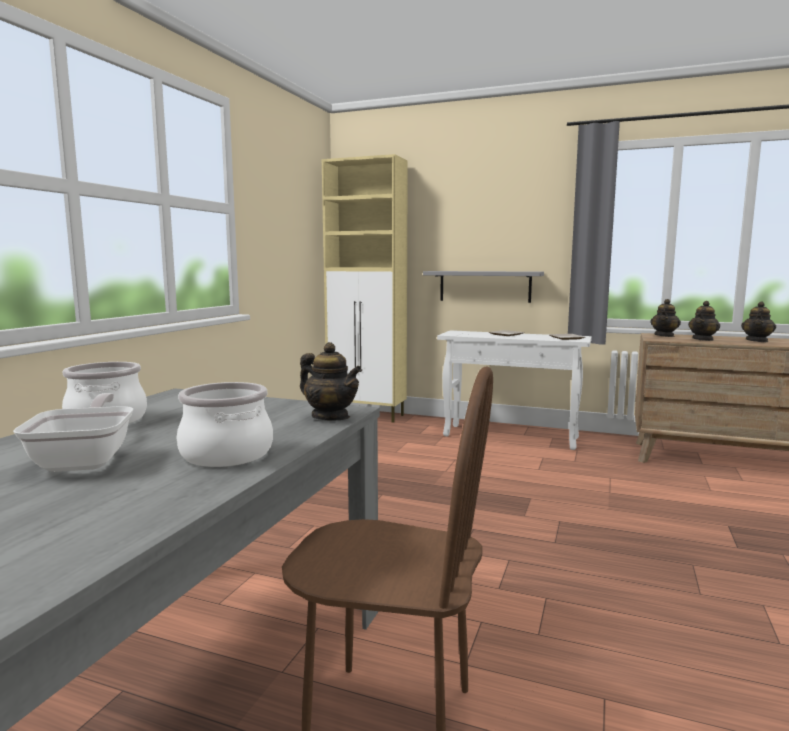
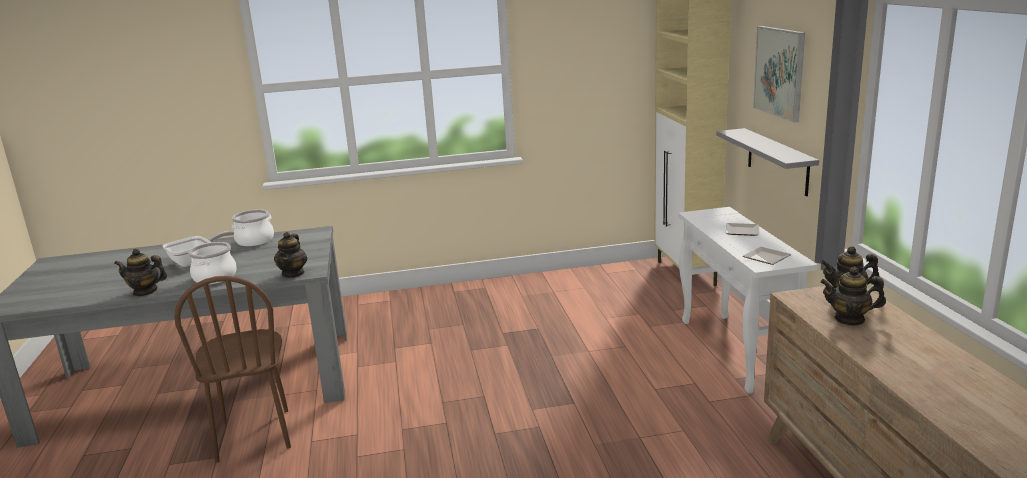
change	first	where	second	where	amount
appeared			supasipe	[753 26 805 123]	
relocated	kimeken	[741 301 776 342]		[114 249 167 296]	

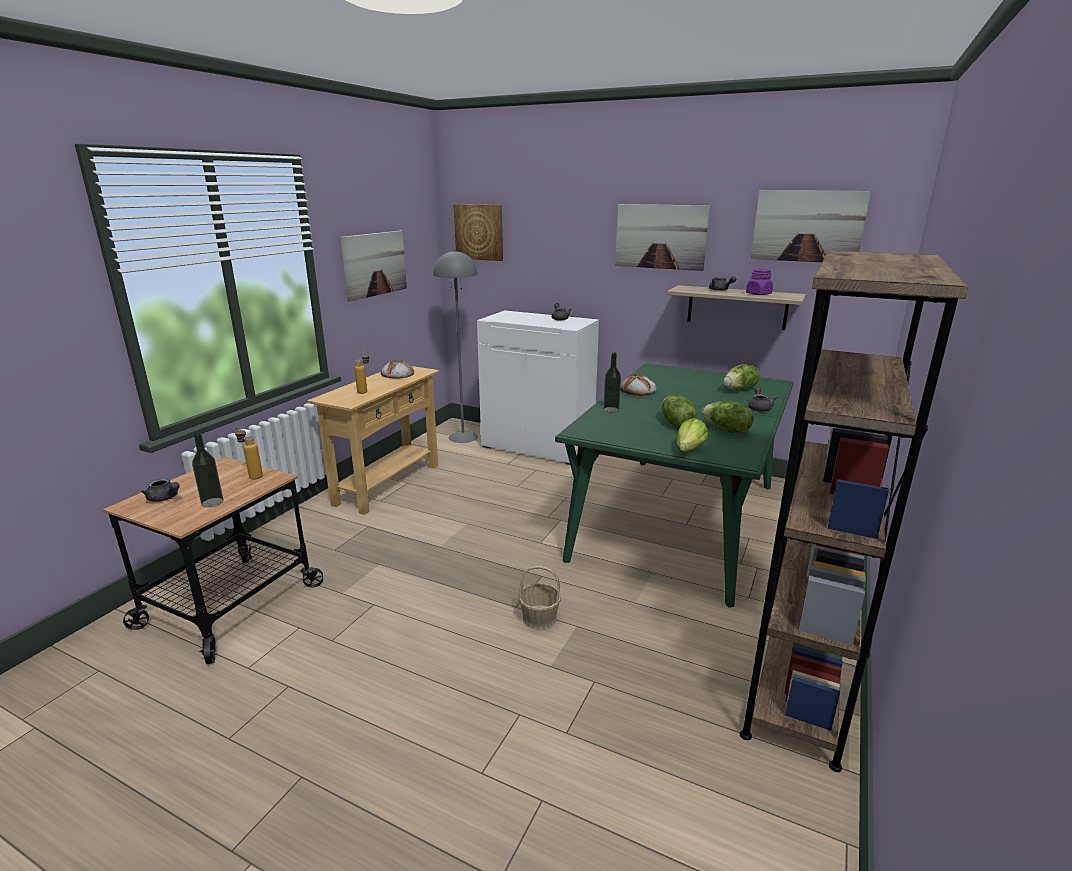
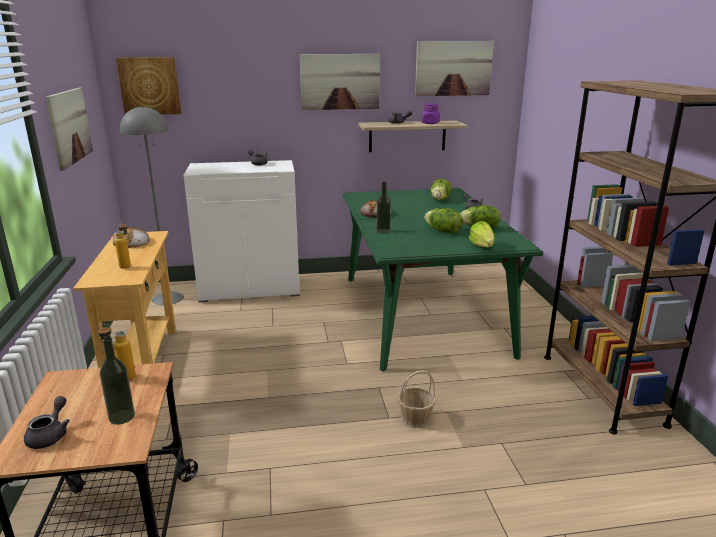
change	first	where	second	where	amount
spun	grey_kimeken	[142 478 180 502]		[24 396 70 449]	75 degrees counterclockwise

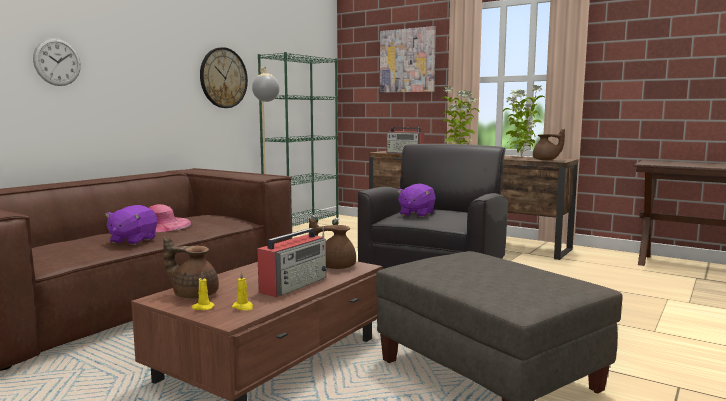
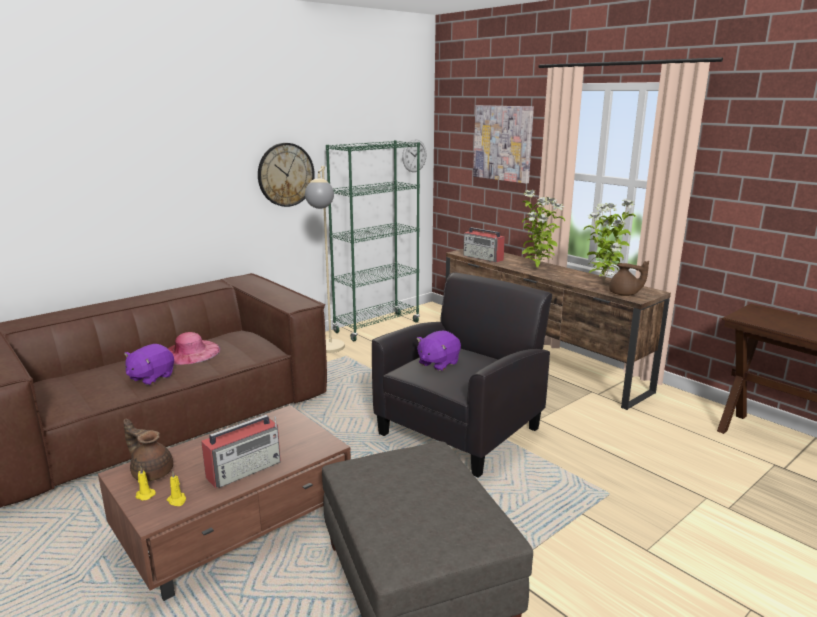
change	first	where	second	where	amount
missing	brown_kimeken	[309 218 356 269]			
relocated	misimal	[33 38 81 86]		[402 139 427 172]	

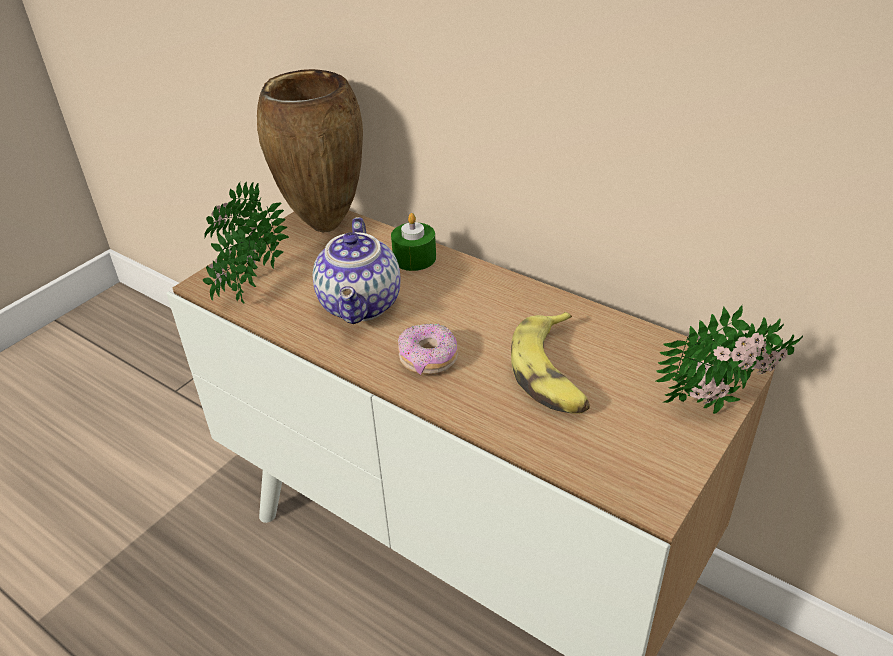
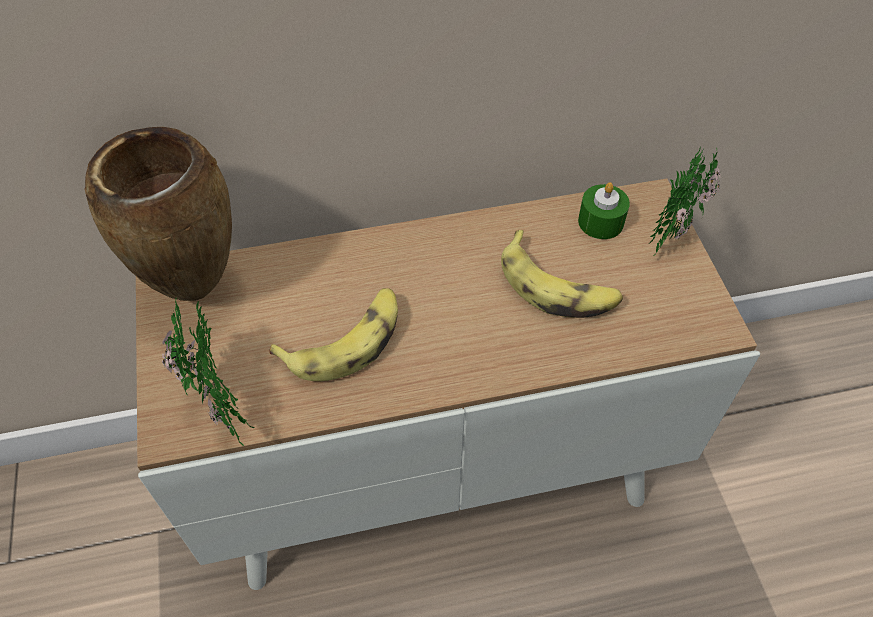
change	first	where	second	where	amount
missing	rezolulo	[398 323 458 375]			
relocated	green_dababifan	[391 213 436 271]		[578 182 630 239]	
exchanged	kimeken	[313 217 400 324]	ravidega	[269 288 398 381]	

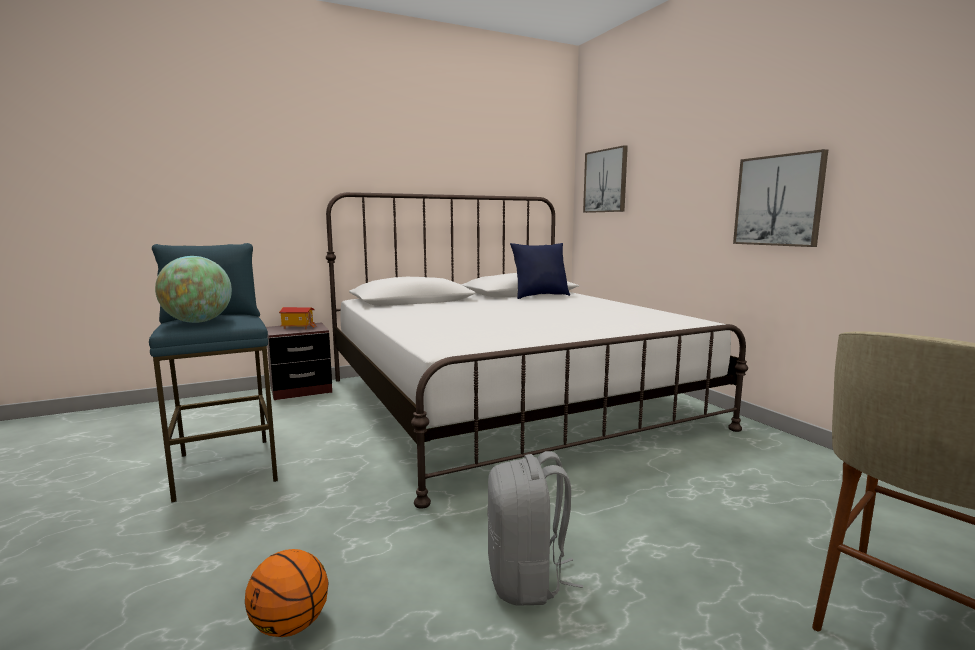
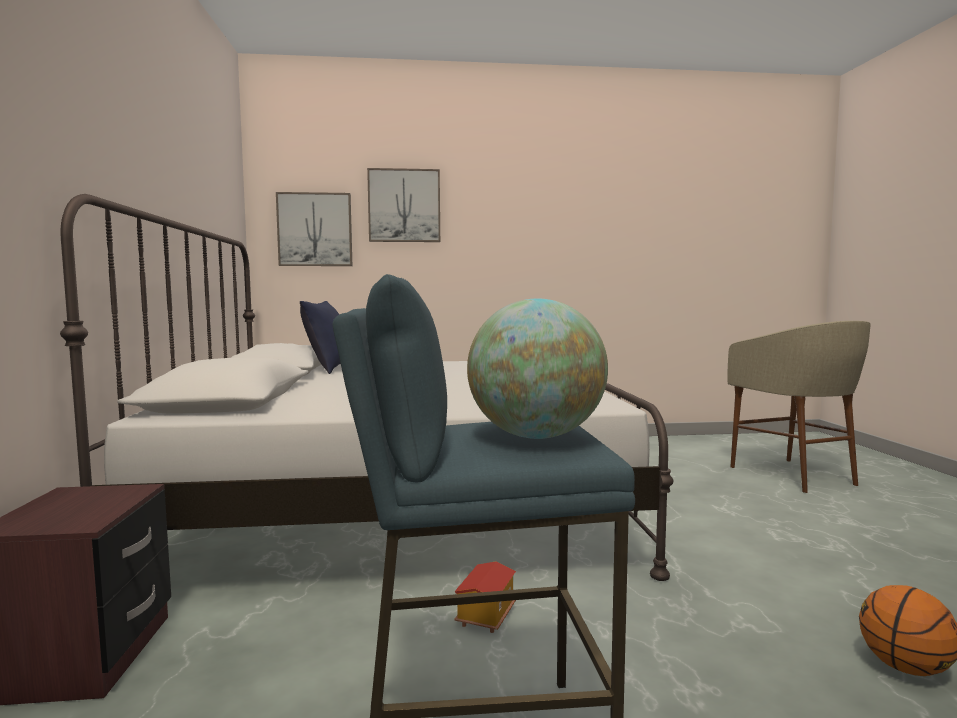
change	first	where	second	where	amount
missing	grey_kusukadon	[487 451 583 606]			
relocated	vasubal	[279 307 316 329]		[454 561 516 633]	
relocated	supasipe	[733 149 828 247]		[367 168 440 242]	

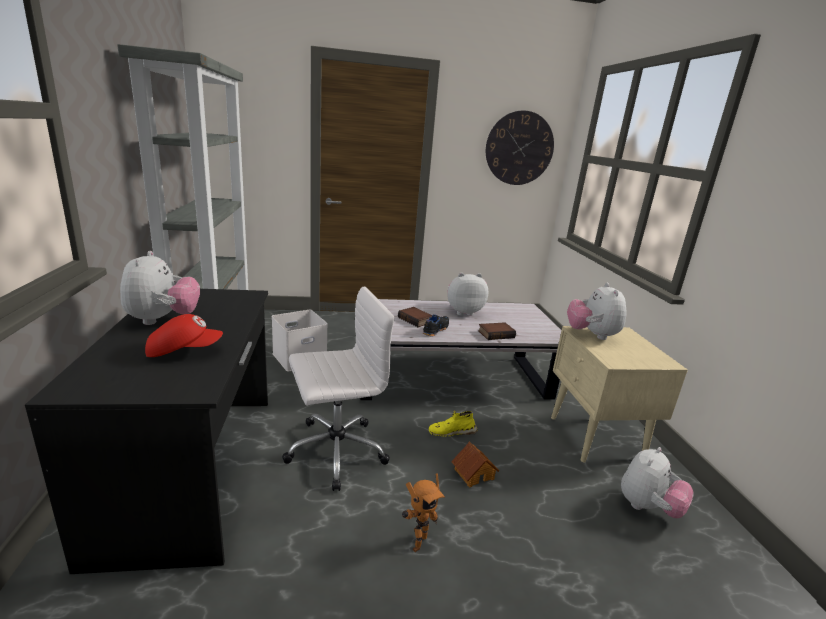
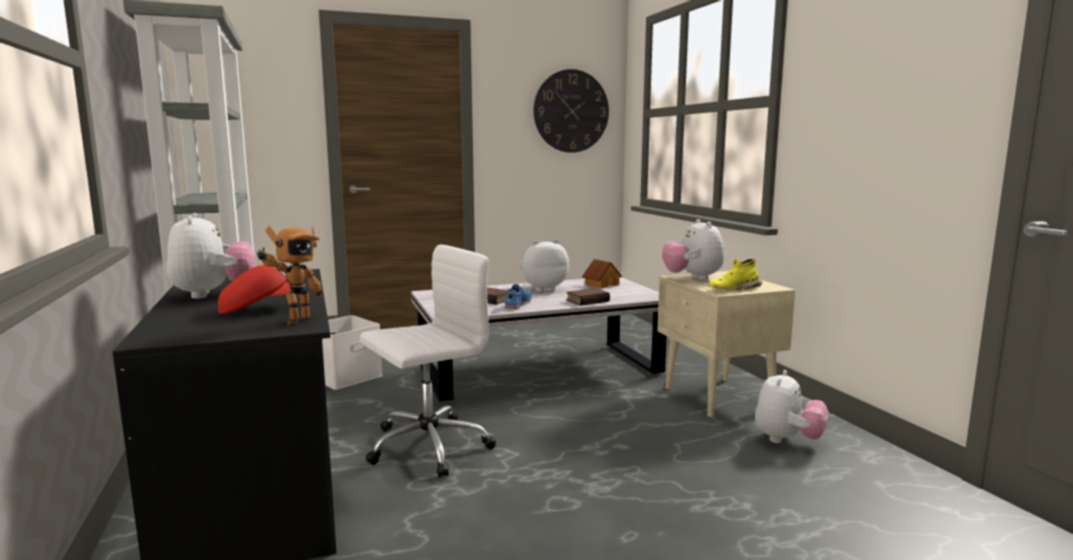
change	first	where	second	where	amount
relocated	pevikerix	[402 473 445 552]		[257 226 323 326]	
relocated	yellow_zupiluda	[429 411 478 436]		[708 258 762 291]	
relocated	vasubal	[451 441 499 487]		[582 259 622 288]	
colour	black_zupiluda	[423 314 449 337]	blue_zupiluda	[505 284 532 309]	

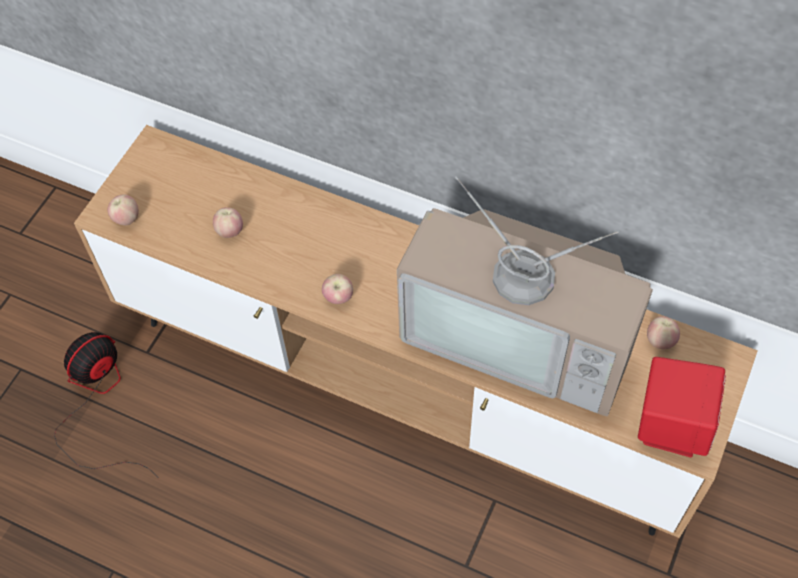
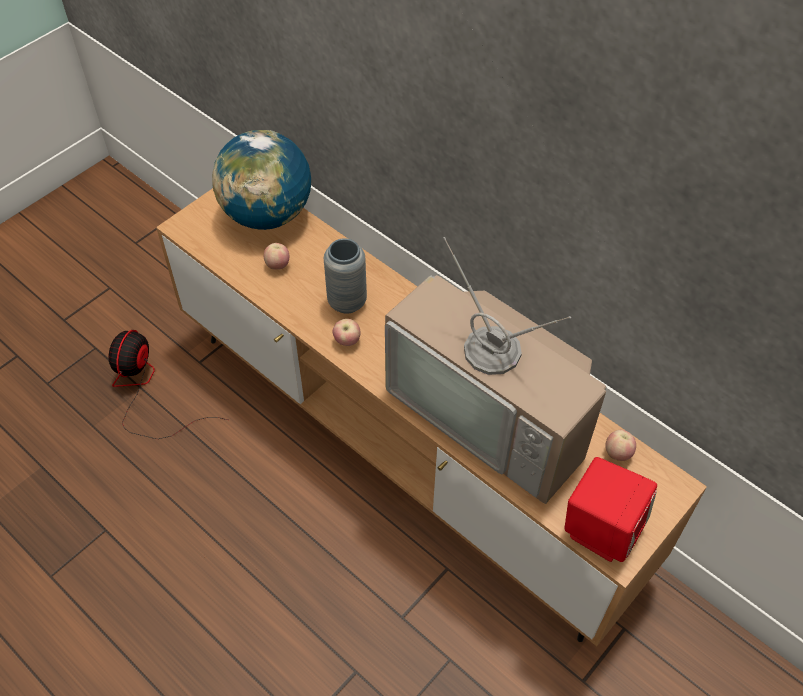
change	first	where	second	where	amount
missing	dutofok	[108 194 139 225]			
appeared			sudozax	[212 130 311 230]	
appeared			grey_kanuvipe	[324 238 367 314]	
spun	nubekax	[54 332 159 478]		[108 330 228 439]	45 degrees counterclockwise

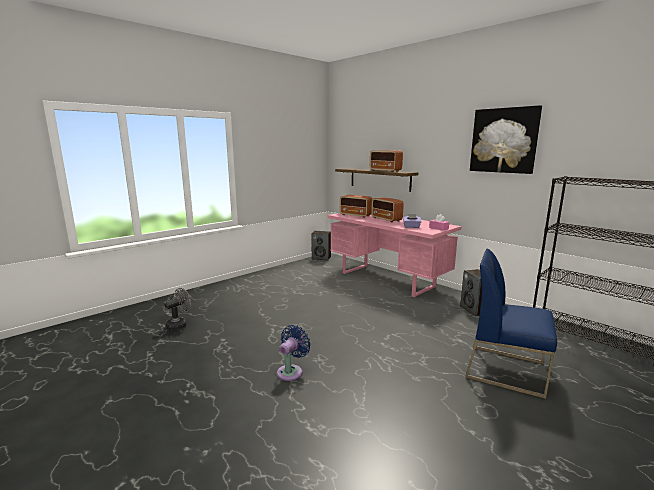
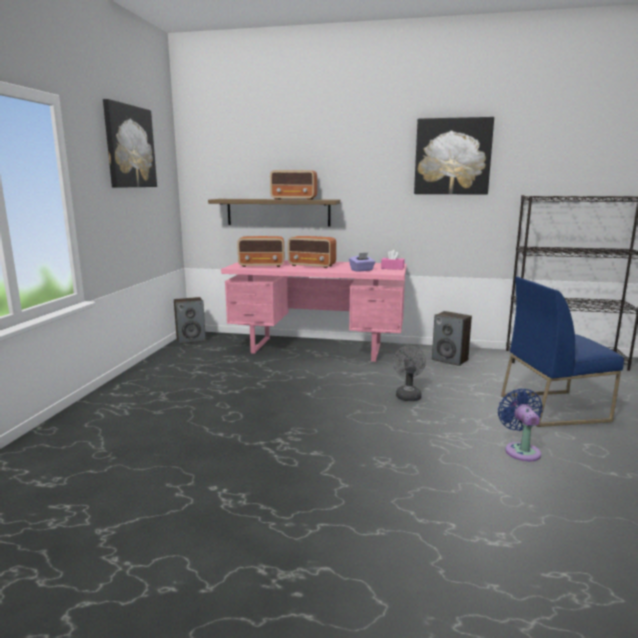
change	first	where	second	where	amount
appeared			supasipe	[103 99 157 188]	
relocated	grey_nubekax	[164 288 191 330]		[392 346 426 401]	
relocated	blue_nubekax	[277 325 311 381]		[498 388 543 462]	

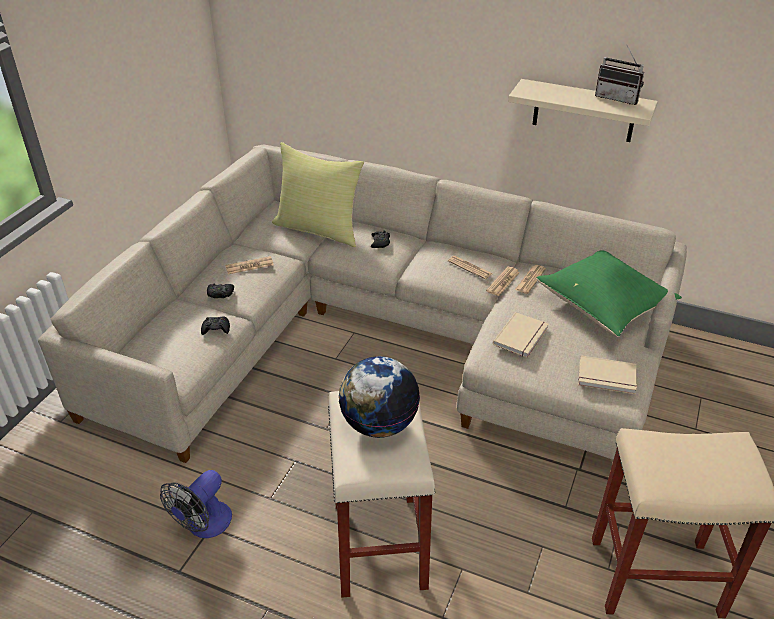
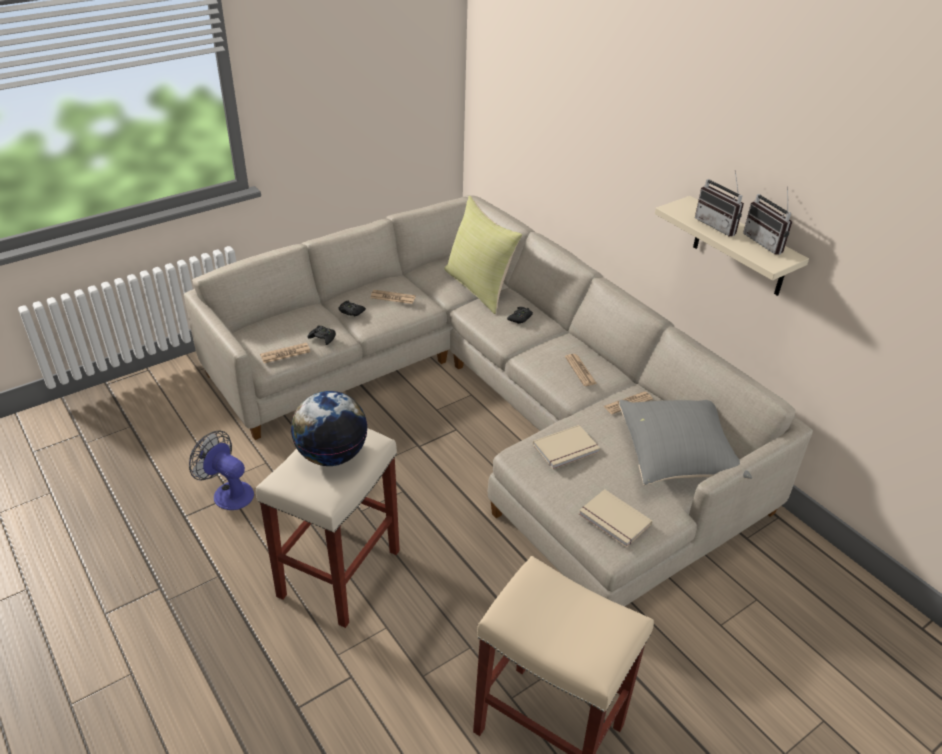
change	first	where	second	where	amount
appeared			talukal	[695 170 744 237]	
relocated	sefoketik	[486 266 520 296]		[260 343 311 363]	
colour	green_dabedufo	[537 250 682 337]	grey_dabedufo	[619 400 752 485]	
spun	nubekax	[160 470 232 538]		[189 431 254 510]	60 degrees clockwise

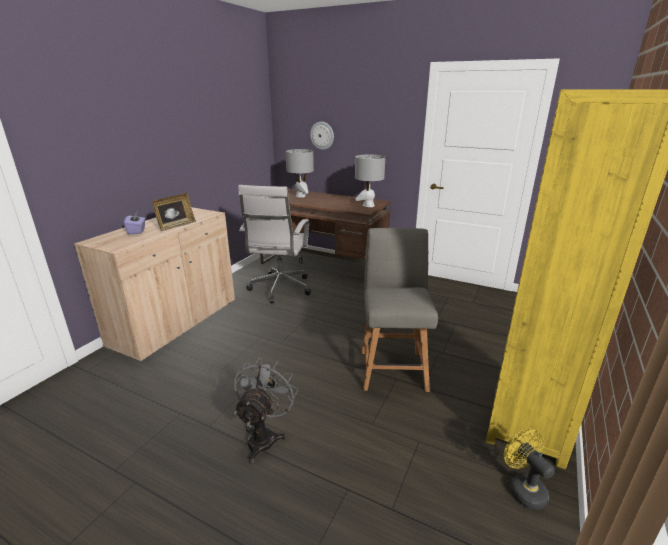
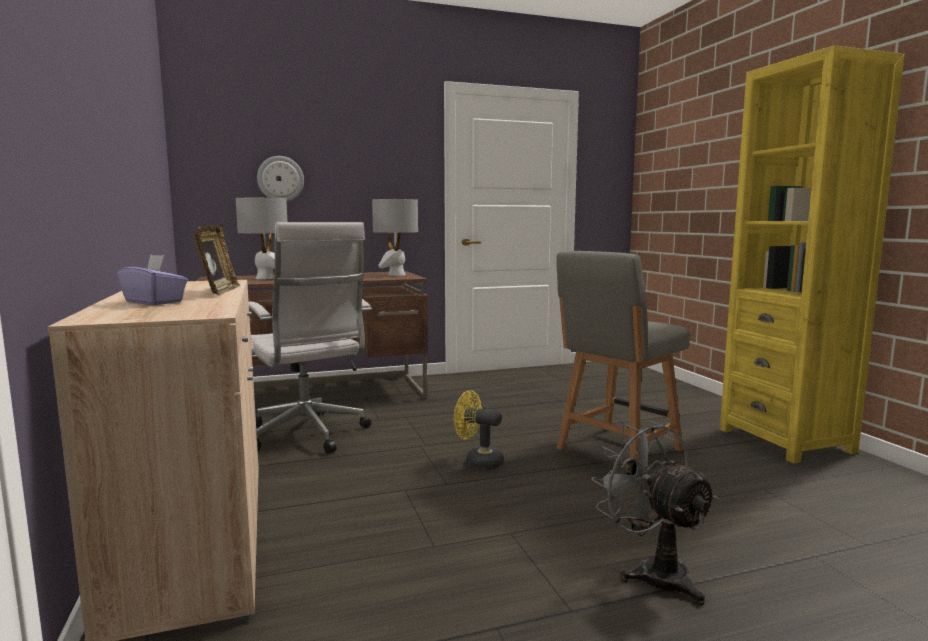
change	first	where	second	where	amount
relocated	yellow_nubekax	[504 428 555 510]		[454 390 504 470]	
spun	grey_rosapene	[361 228 438 392]		[556 251 690 461]	90 degrees counterclockwise

